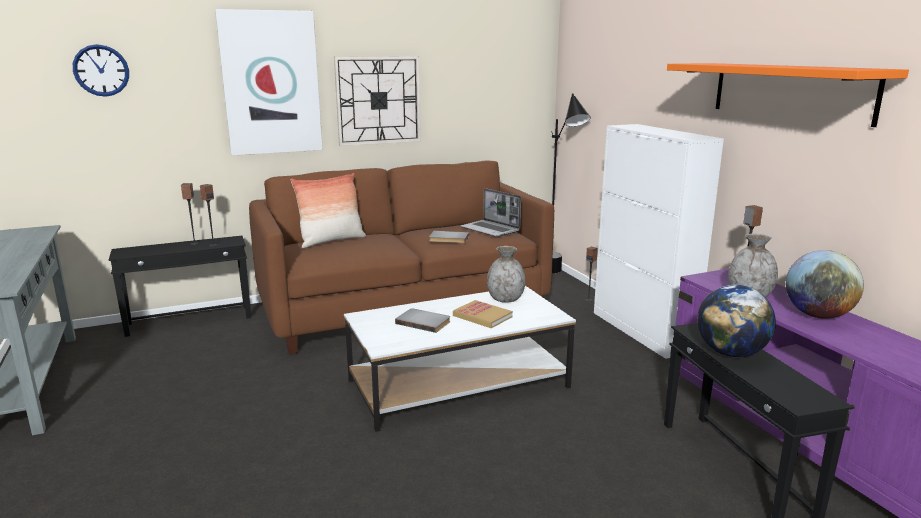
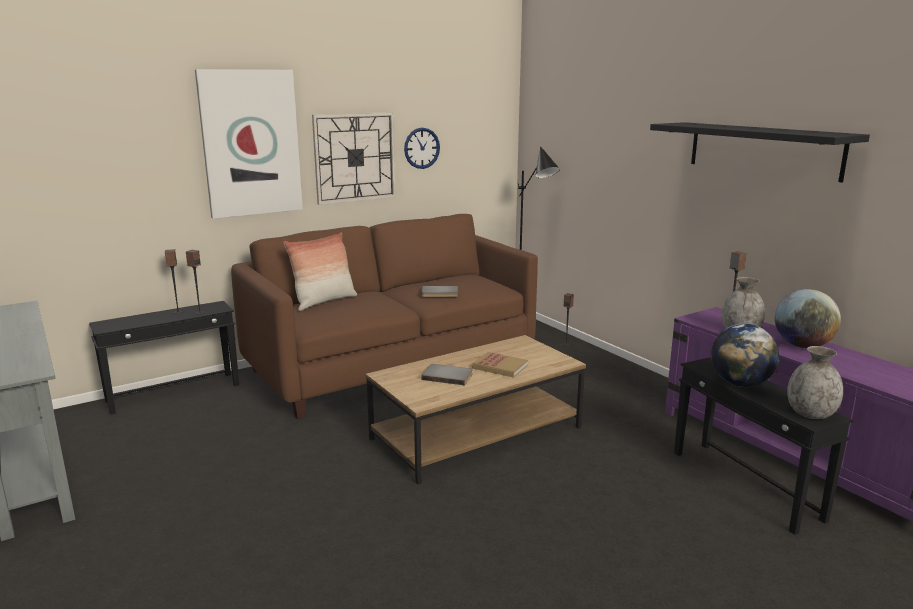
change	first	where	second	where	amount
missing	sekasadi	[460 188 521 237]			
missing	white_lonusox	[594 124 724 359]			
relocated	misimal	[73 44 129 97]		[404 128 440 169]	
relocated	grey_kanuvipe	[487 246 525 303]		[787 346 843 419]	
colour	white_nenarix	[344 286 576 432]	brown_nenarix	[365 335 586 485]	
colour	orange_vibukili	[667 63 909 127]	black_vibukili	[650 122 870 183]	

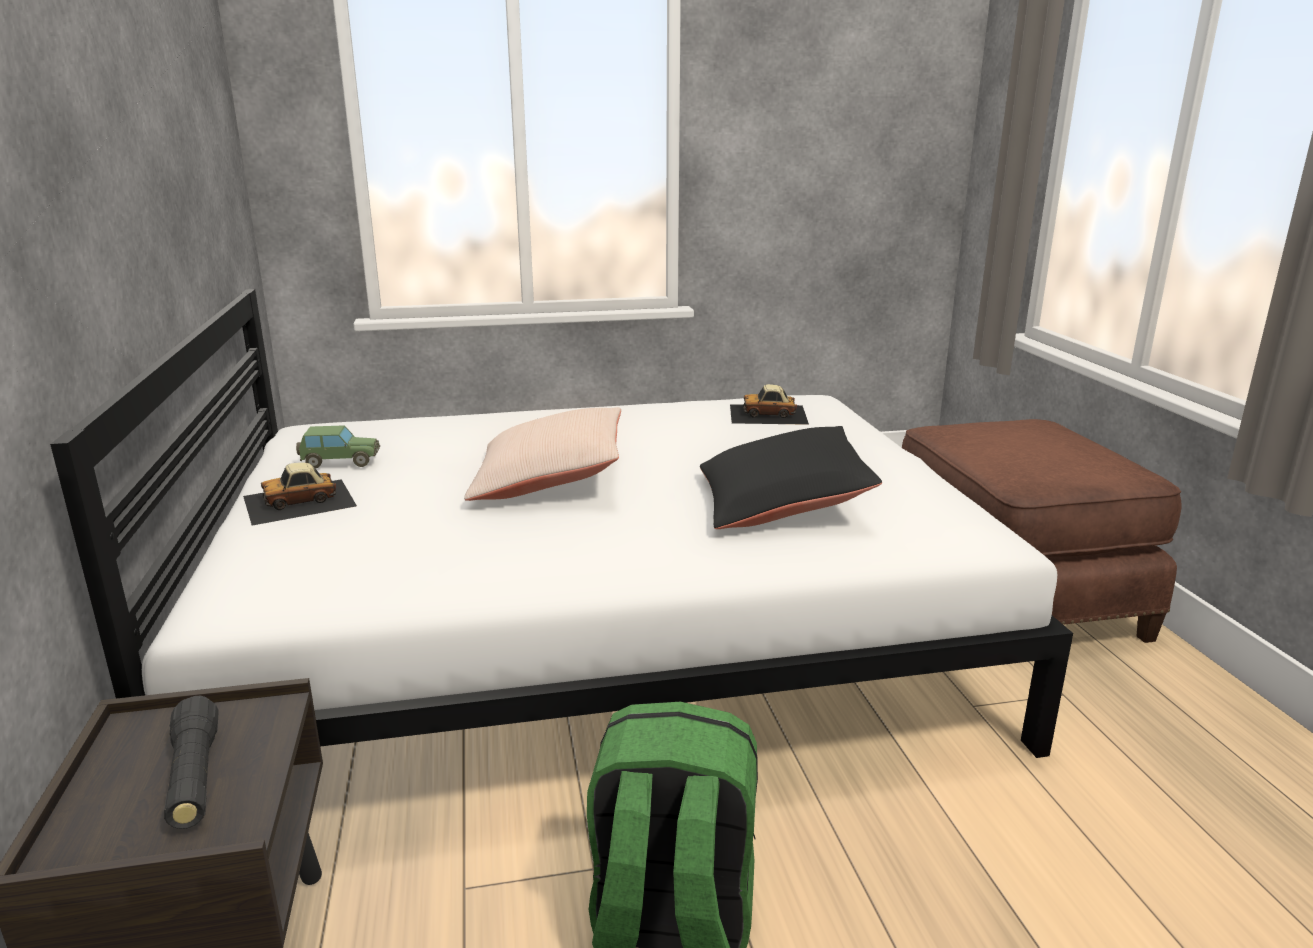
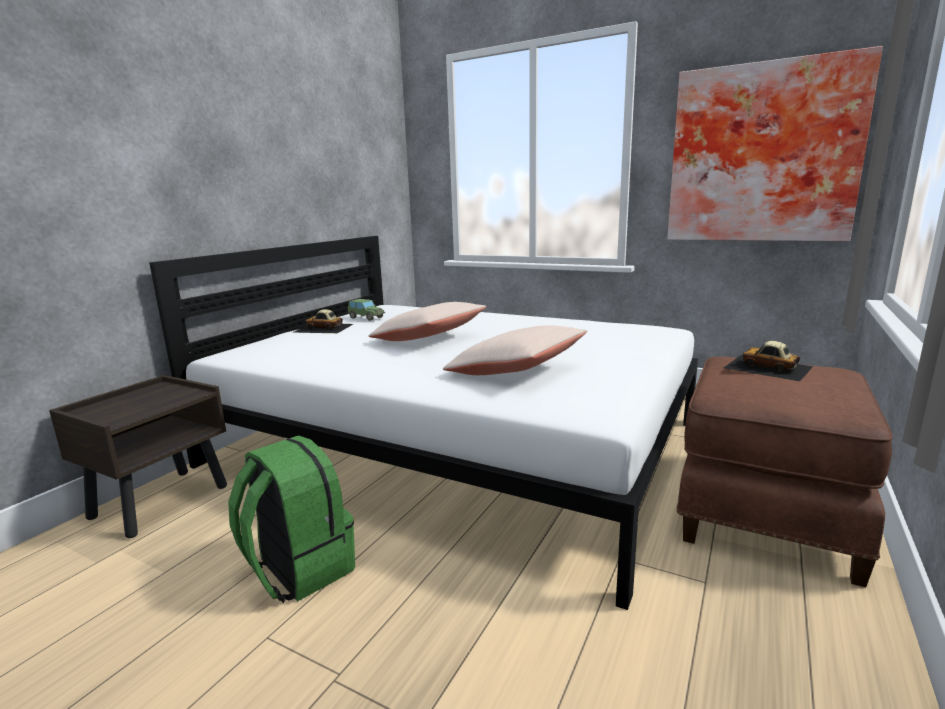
change	first	where	second	where	amount
missing	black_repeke	[164 696 219 829]			
appeared			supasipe	[667 46 883 241]	
relocated	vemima	[730 384 809 425]		[724 341 813 382]	
colour	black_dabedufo	[700 426 882 529]	beige_dabedufo	[443 325 587 375]	

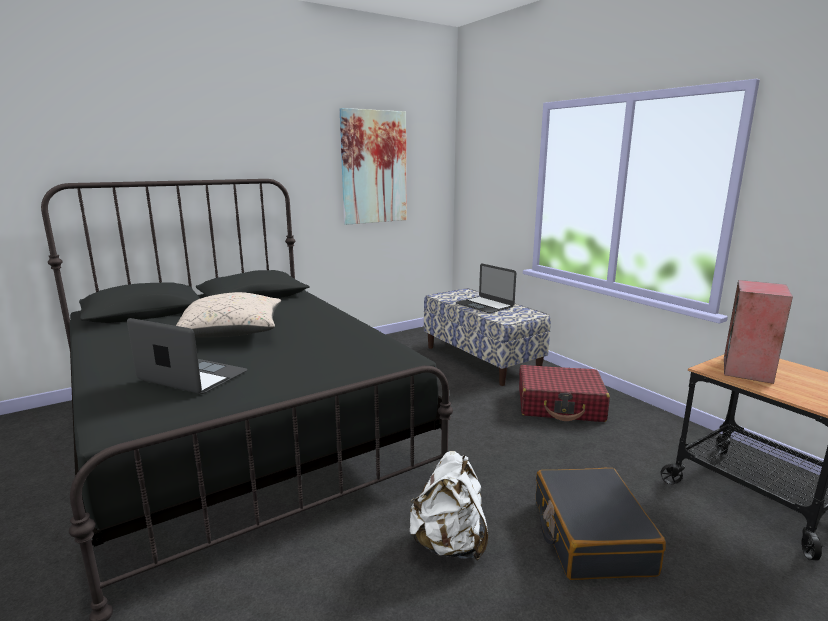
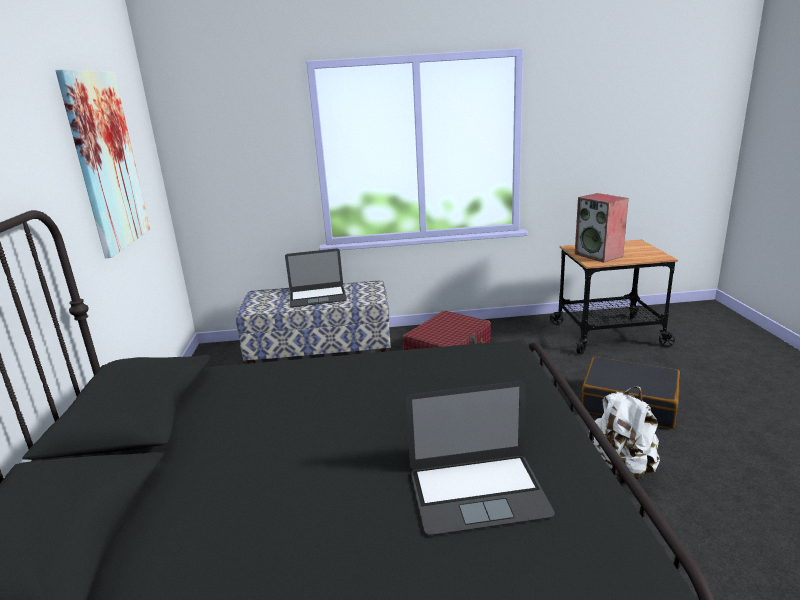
change	first	where	second	where	amount
missing	beige_dabedufo	[176 292 281 338]			
spun	sekasadi	[127 318 247 394]		[406 381 555 535]	150 degrees counterclockwise

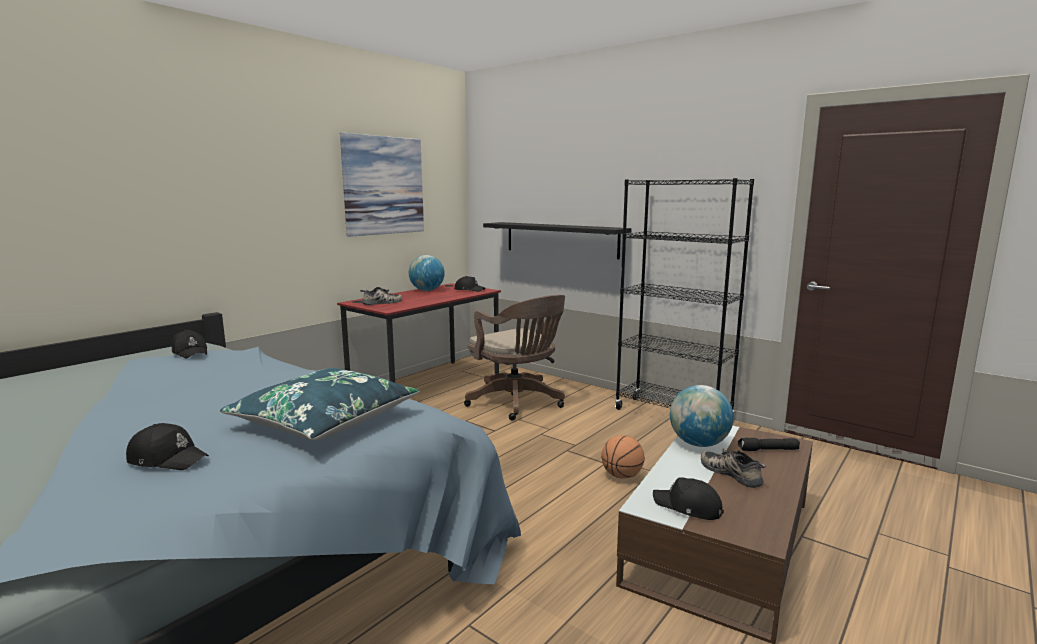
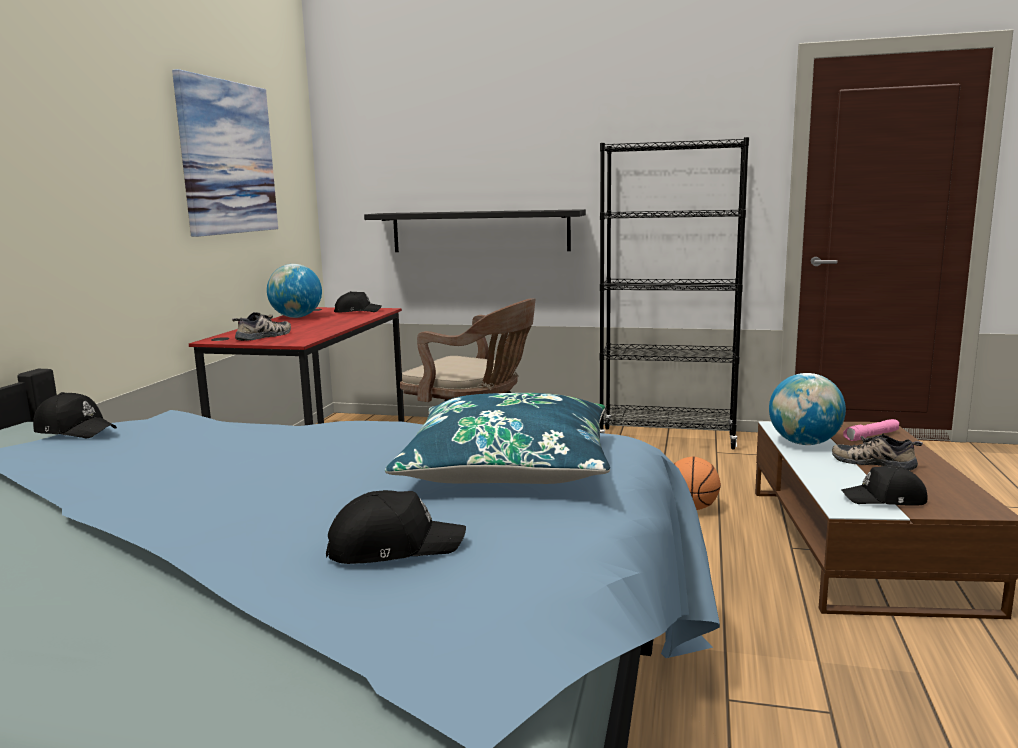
change	first	where	second	where	amount
colour	black_repeke	[738 438 800 451]	pink_repeke	[843 419 899 441]	

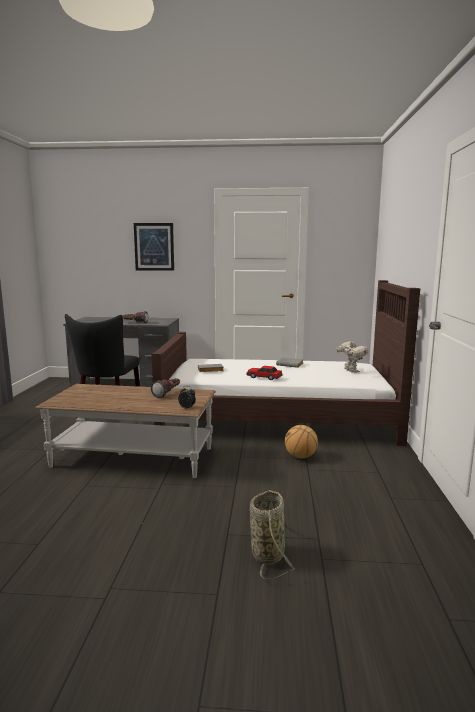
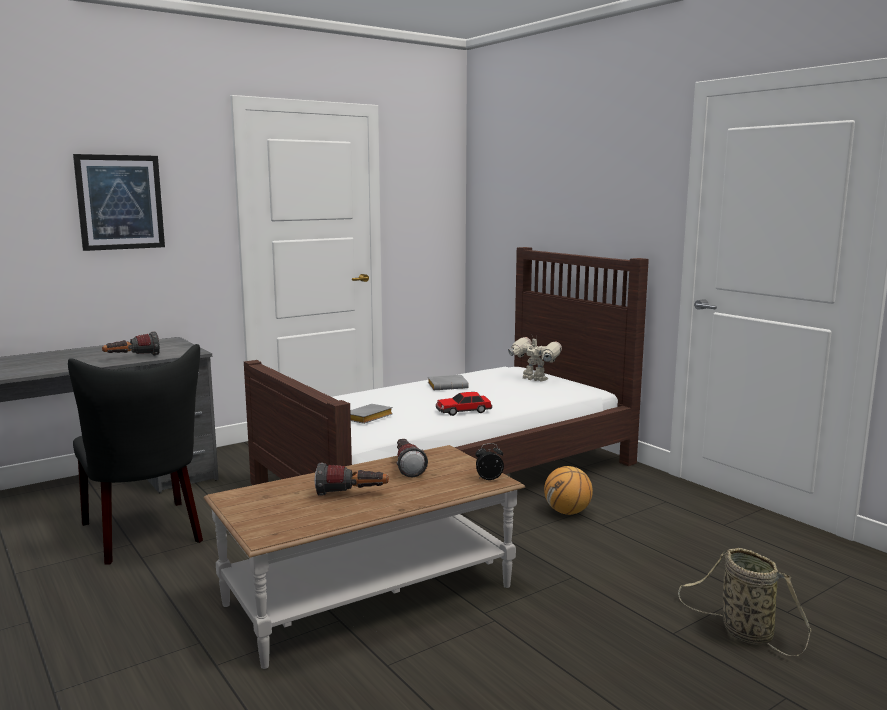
change	first	where	second	where	amount
appeared			repeke	[315 463 389 496]	

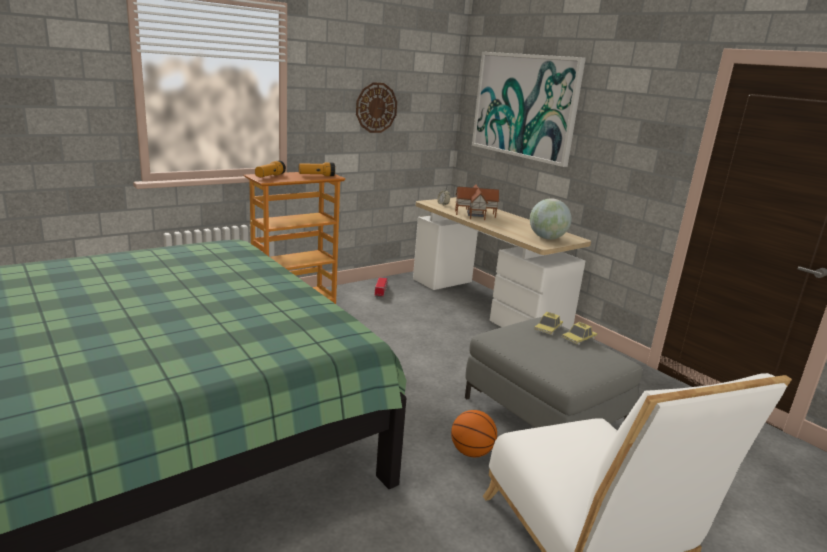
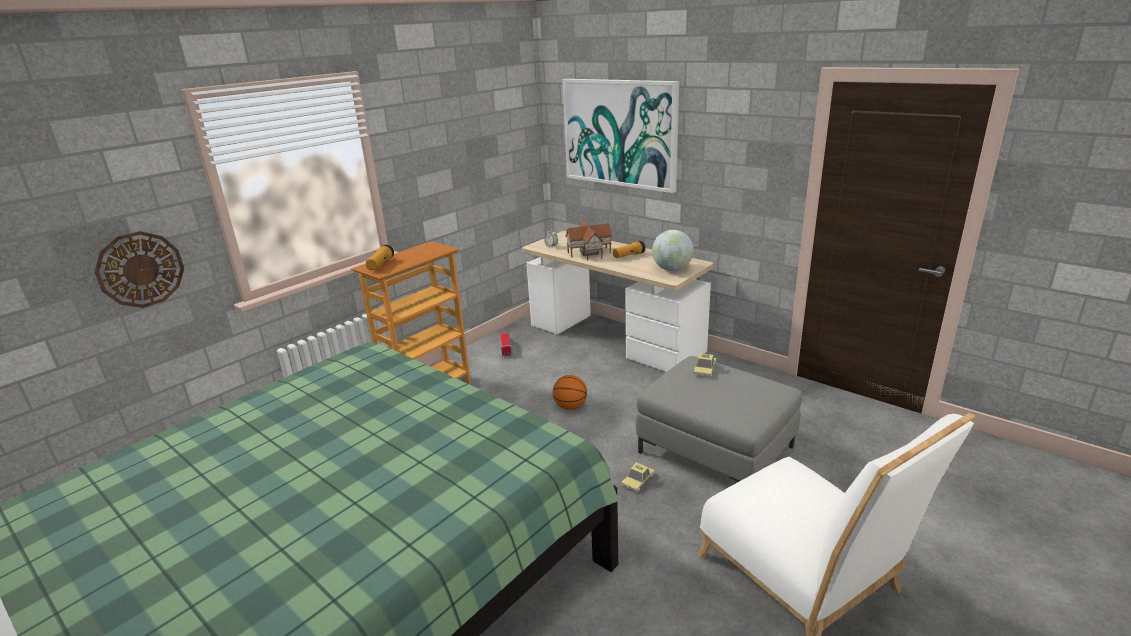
change	first	where	second	where	amount
relocated	repeke	[299 162 335 176]		[613 241 645 258]	
relocated	misimal	[356 82 397 133]		[94 231 184 308]	
relocated	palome	[451 410 497 457]		[553 375 587 410]	
relocated	vemima	[562 322 597 345]		[621 463 655 492]	

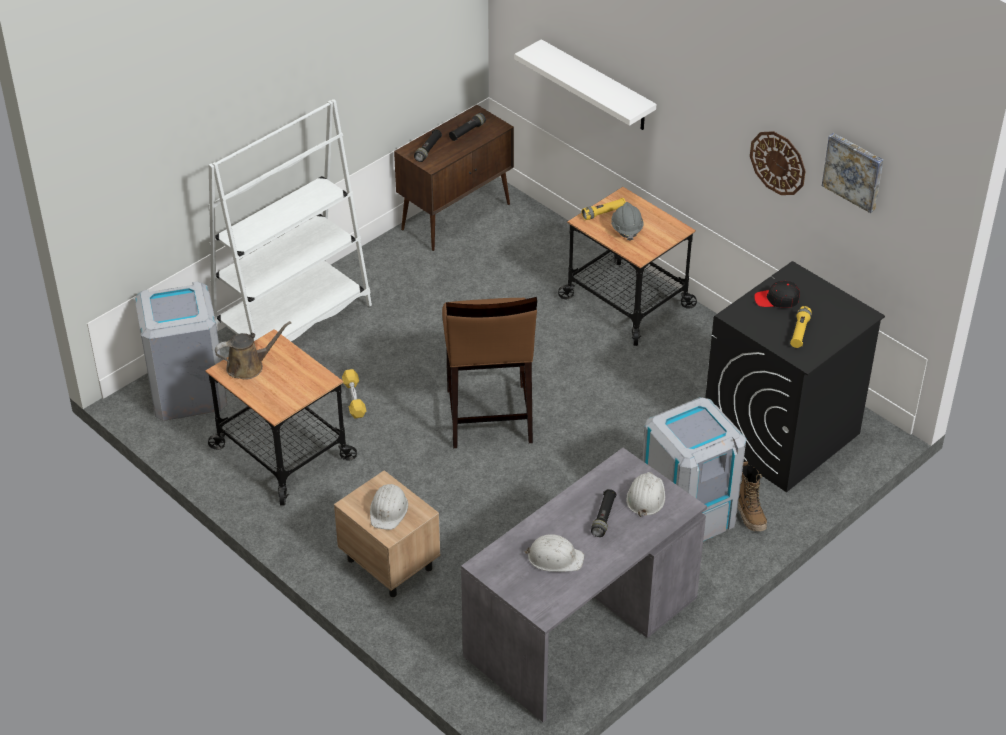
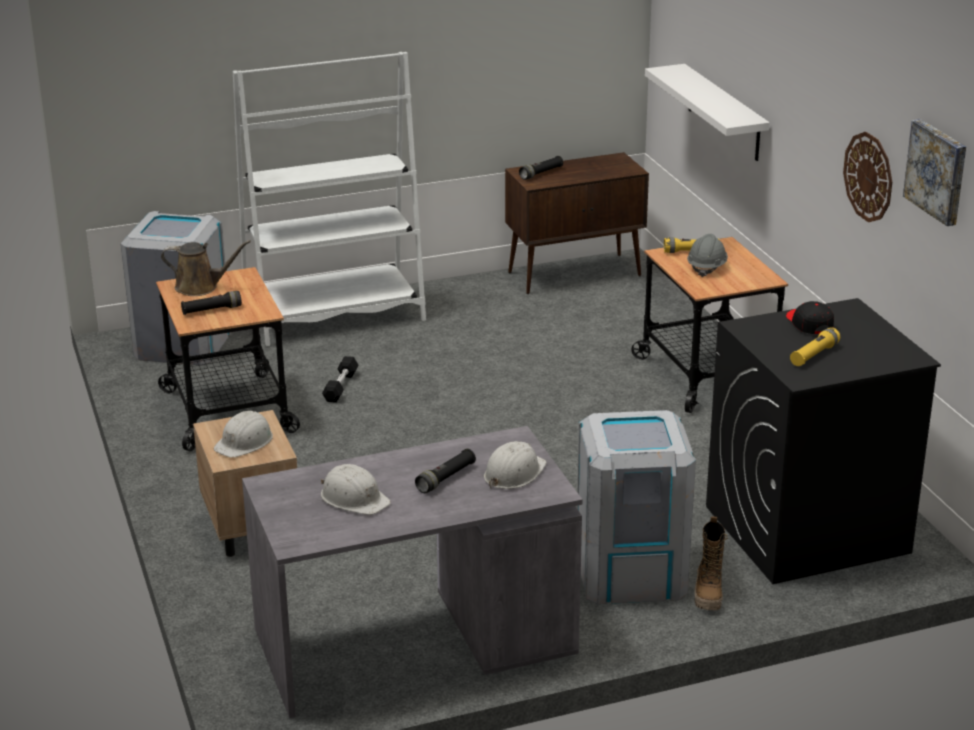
change	first	where	second	where	amount
missing	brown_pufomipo	[442 297 537 448]			
relocated	black_repeke	[449 113 486 141]		[181 291 242 315]	
colour	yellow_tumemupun	[342 369 366 418]	black_tumemupun	[322 356 359 403]	
spun	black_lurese	[754 281 800 308]		[786 301 834 334]	45 degrees clockwise

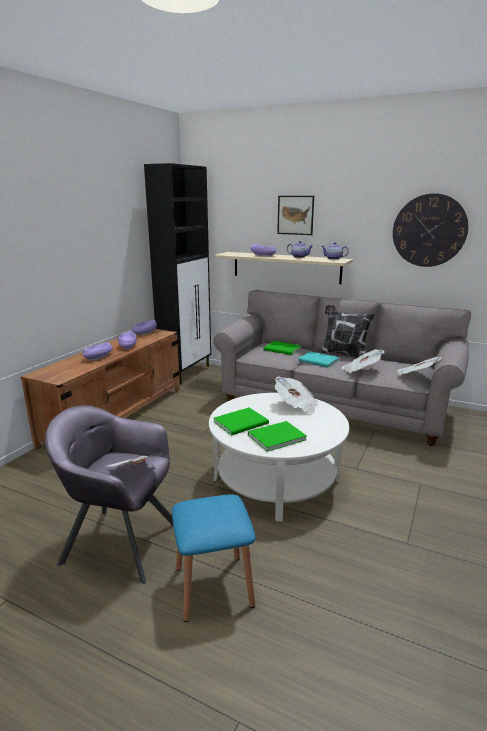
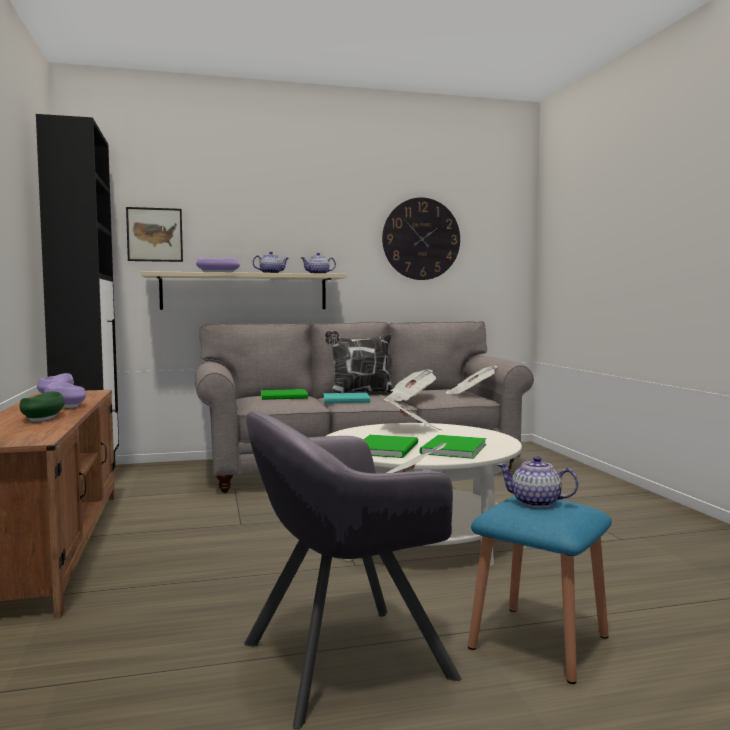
change	first	where	second	where	amount
appeared			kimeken	[497 456 579 507]	
relocated	supasipe	[277 196 314 235]		[126 207 183 262]	
colour	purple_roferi	[82 342 113 361]	green_roferi	[20 392 65 422]	

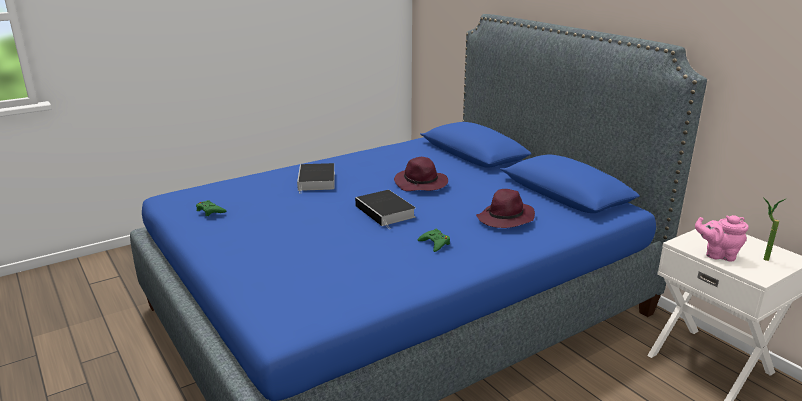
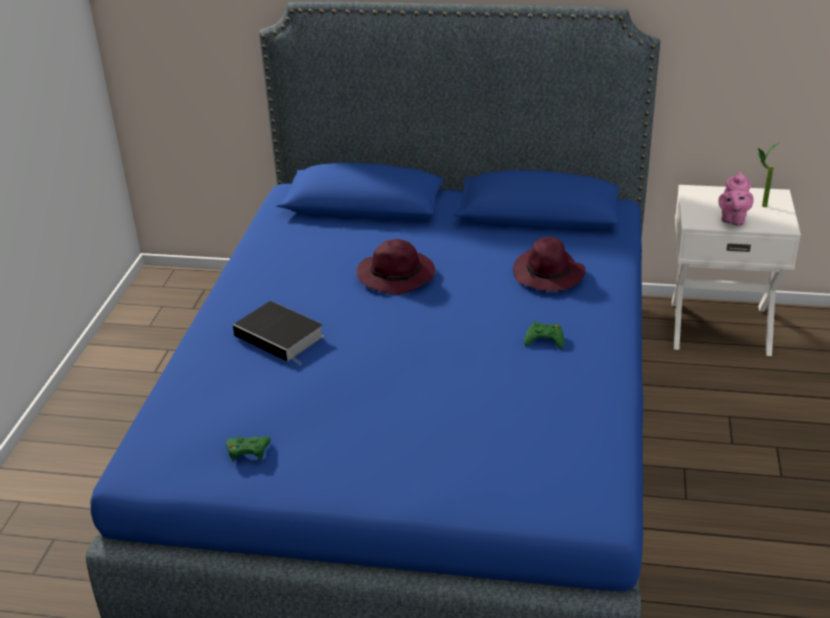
change	first	where	second	where	amount
missing	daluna	[355 190 416 230]			
spun	pink_kimeken	[695 215 748 262]		[718 172 754 226]	45 degrees counterclockwise

